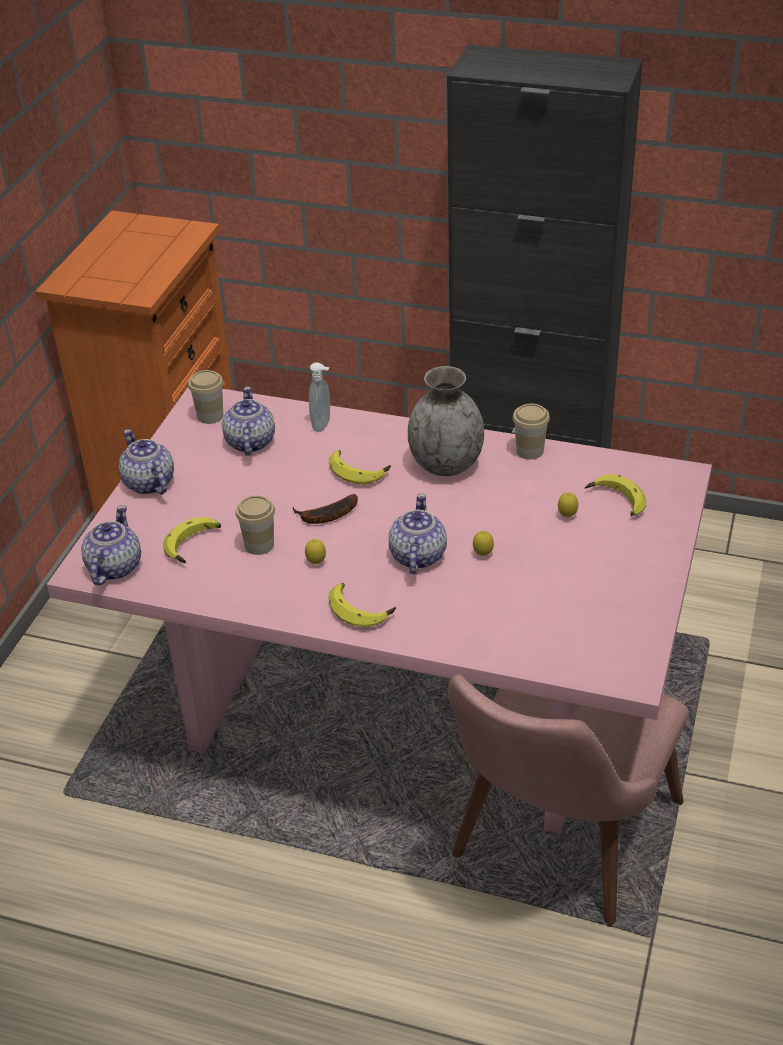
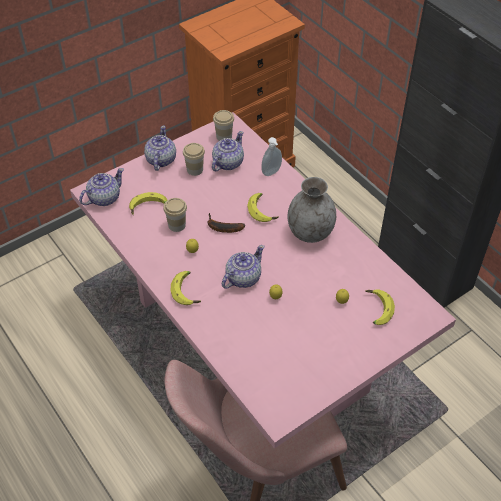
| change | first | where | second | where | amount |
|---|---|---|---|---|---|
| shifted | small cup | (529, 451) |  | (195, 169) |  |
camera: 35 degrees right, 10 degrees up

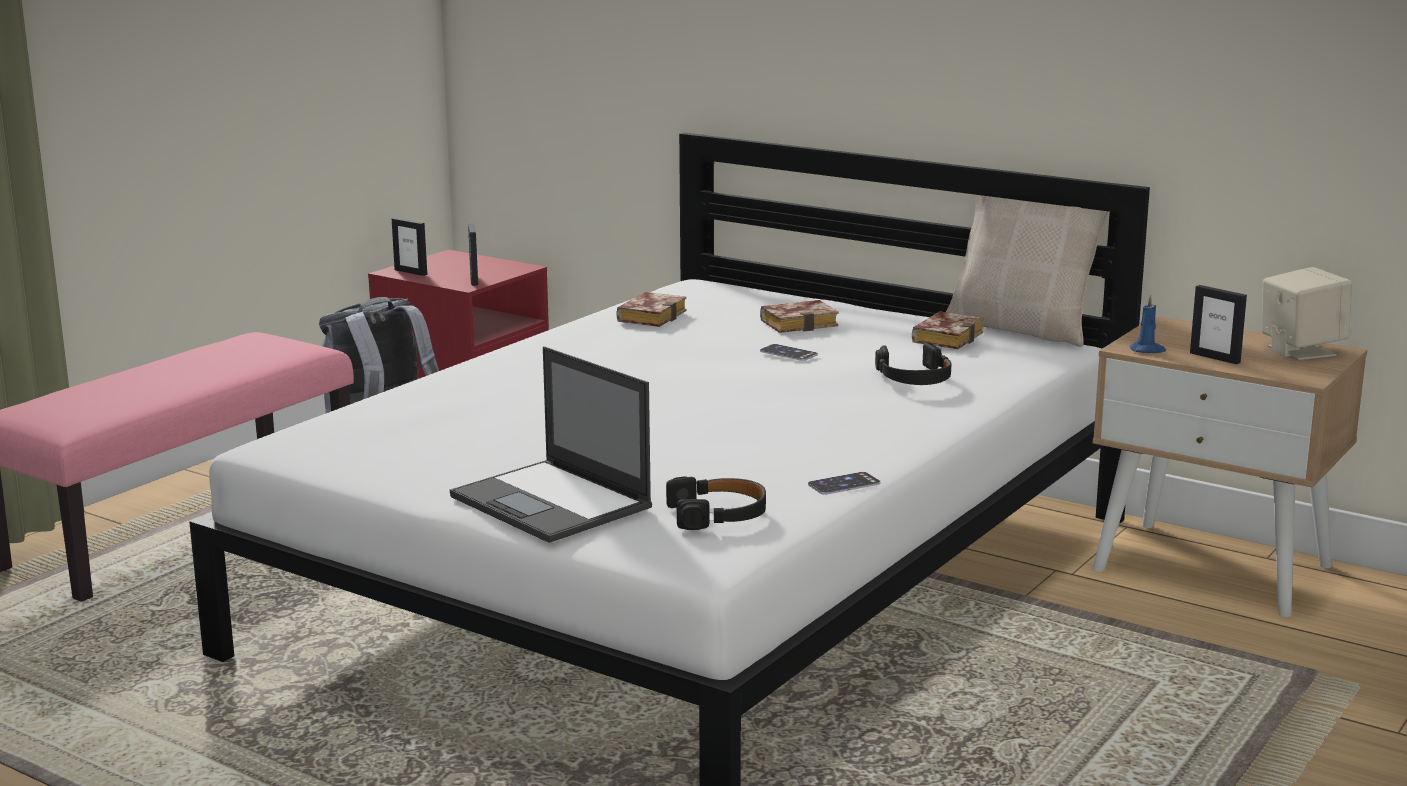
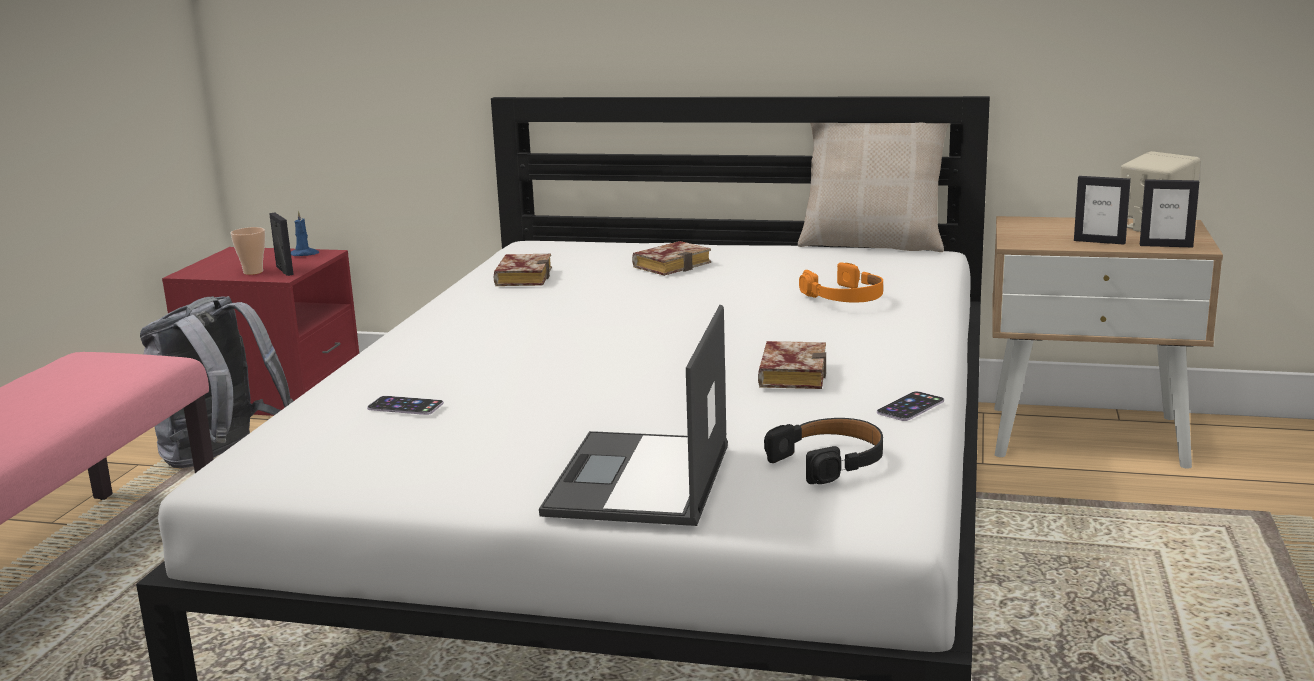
| change | first | where | second | where | amount |
|---|---|---|---|---|---|
| shifted | standing frame | (411, 272) |  | (1166, 245) |  |
| rotated | laptop | (552, 502) |  | (639, 480) | 75 degrees clockwise |
| shifted | telephone | (788, 353) |  | (405, 406) |  |
| repainted | black-coloured headset | (914, 377) | orange headset | (845, 296) |  |
| shifted | book | (946, 337) |  | (790, 373) |  |
| shifted | blue wax candle | (1147, 350) |  | (305, 254) |  |
| new |  |  | small cup | (253, 272) |  |
camera: 20 degrees left, 0 degrees up

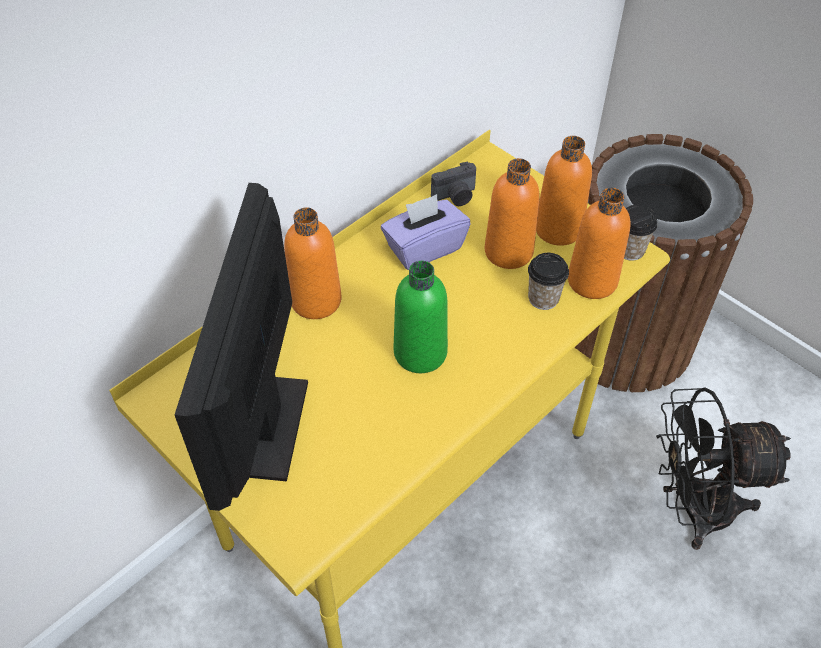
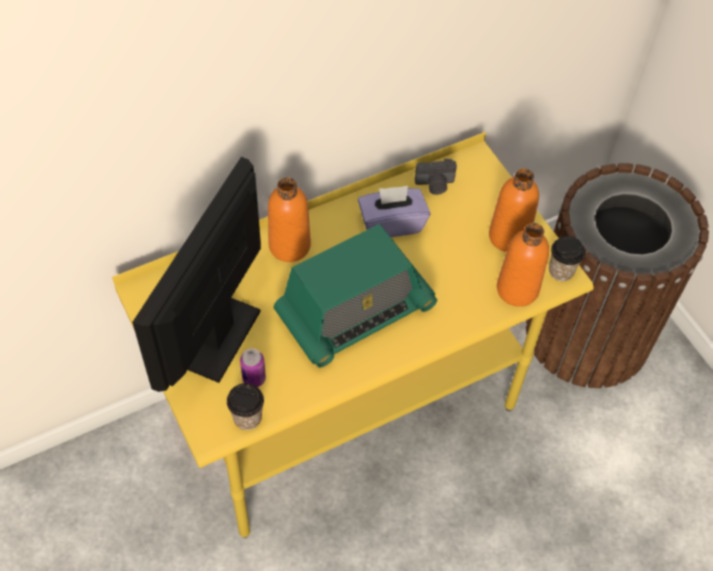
| change | first | where | second | where | amount |
|---|---|---|---|---|---|
| swapped | green drink bottle | (420, 352) | radio | (354, 311) |  |
| gone | orange drink bottle | (508, 252) |  |  |  |
| shifted | small cup | (543, 298) |  | (247, 418) |  |
| gone | black-coloured fan | (692, 509) |  |  |  |
| new |  |  | sealed can | (254, 378) |  |
camera: 15 degrees right, 5 degrees up

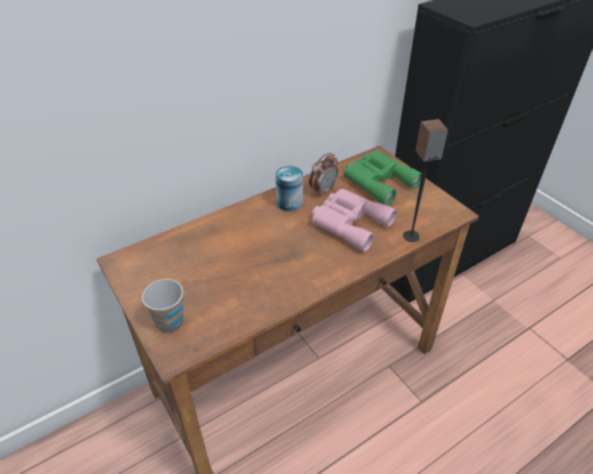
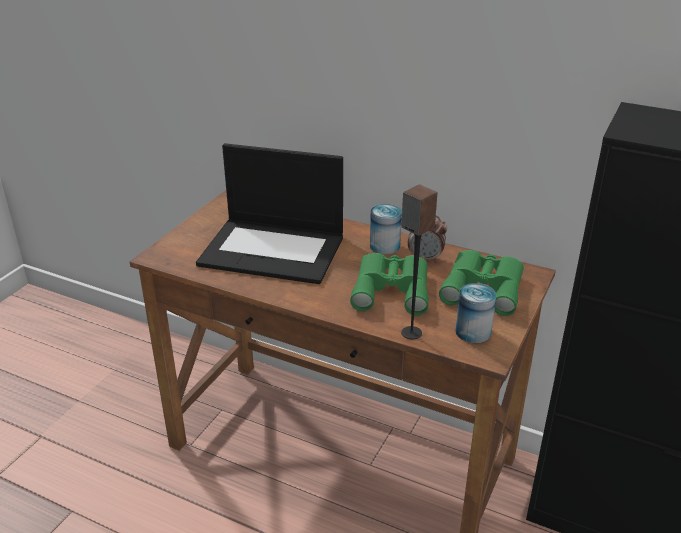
| change | first | where | second | where | amount |
|---|---|---|---|---|---|
| gone | small cup | (170, 323) |  |  |  |
| repainted | pink-coloured pair of binoculars | (349, 222) | green pair of binoculars | (392, 288) |  |
| new |  |  | laptop | (274, 250) |  |
| new |  |  | sealed can | (473, 332) |  |
camera: 60 degrees right, 10 degrees down

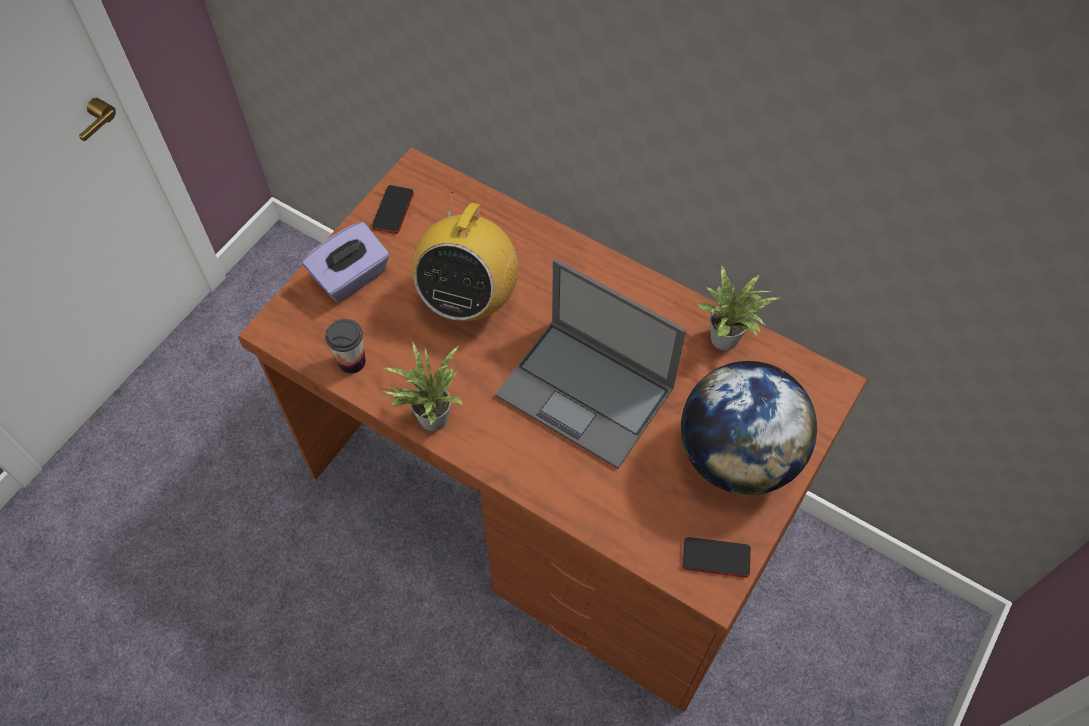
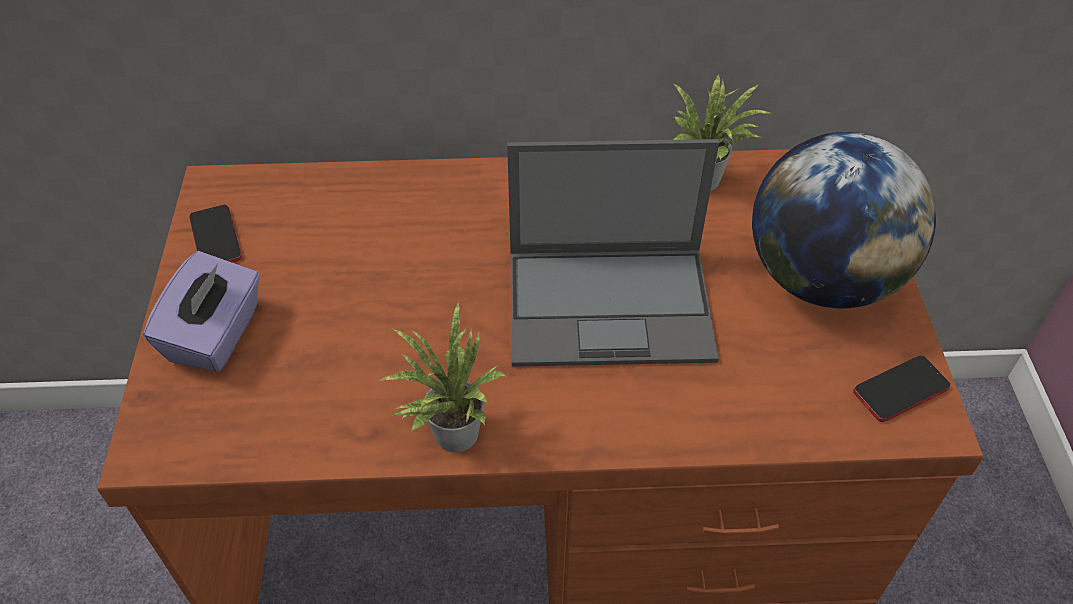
| change | first | where | second | where | amount |
|---|---|---|---|---|---|
| gone | small cup | (352, 362) |  |  |  |
| gone | radio | (468, 299) |  |  |  |
camera: 35 degrees left, 10 degrees down

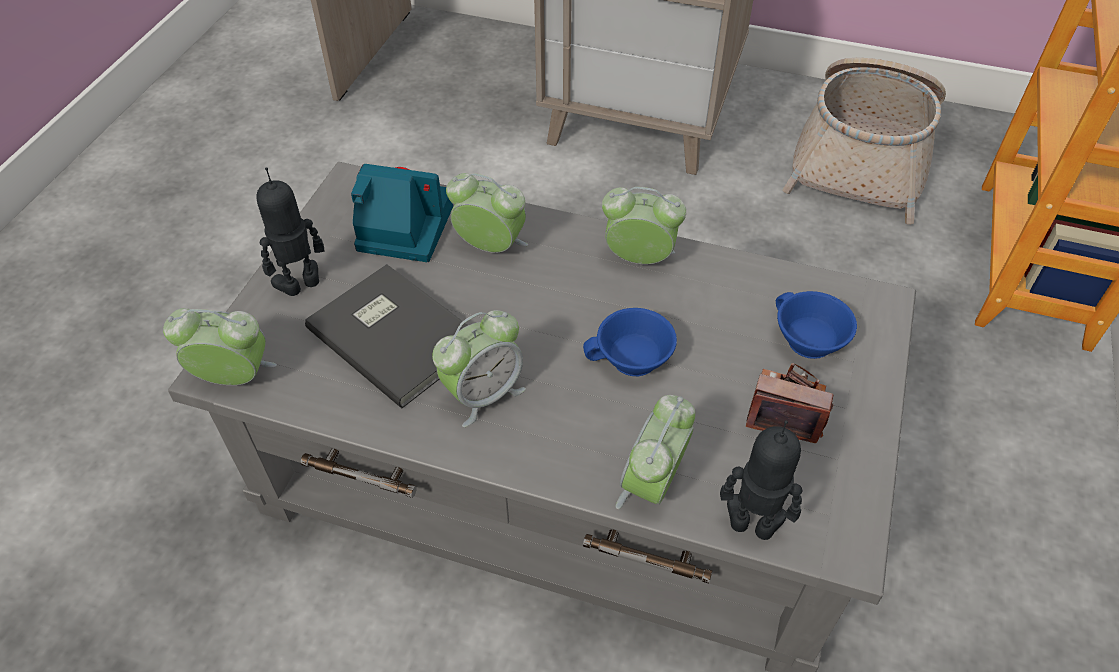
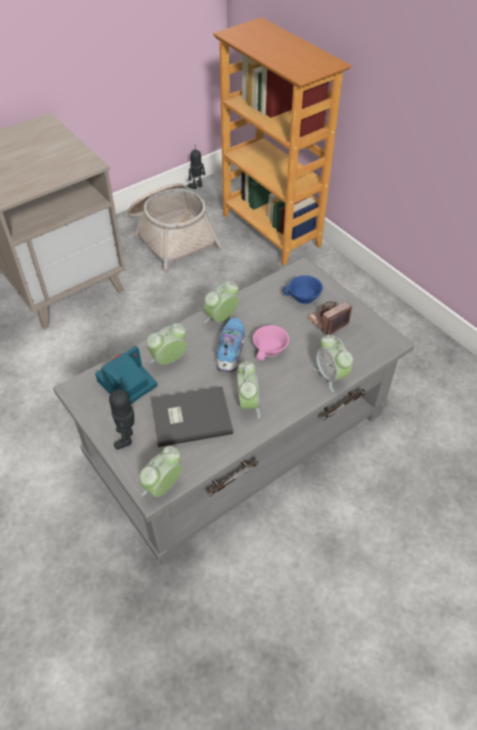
| change | first | where | second | where | amount |
|---|---|---|---|---|---|
| repainted | blue small cup | (632, 361) | pink-coloured small cup | (271, 350) |  |
| shifted | toy robot | (752, 525) |  | (197, 186) |  |
| new |  |  | shoe | (229, 352) |  |
camera: 55 degrees left, 0 degrees up

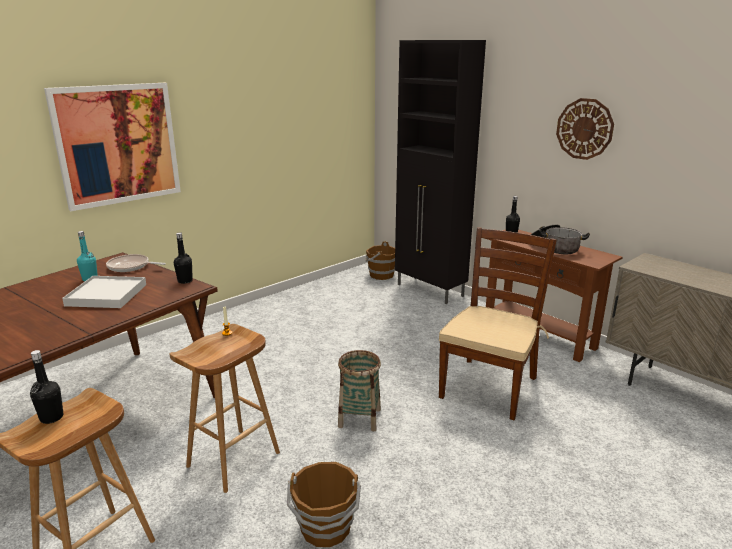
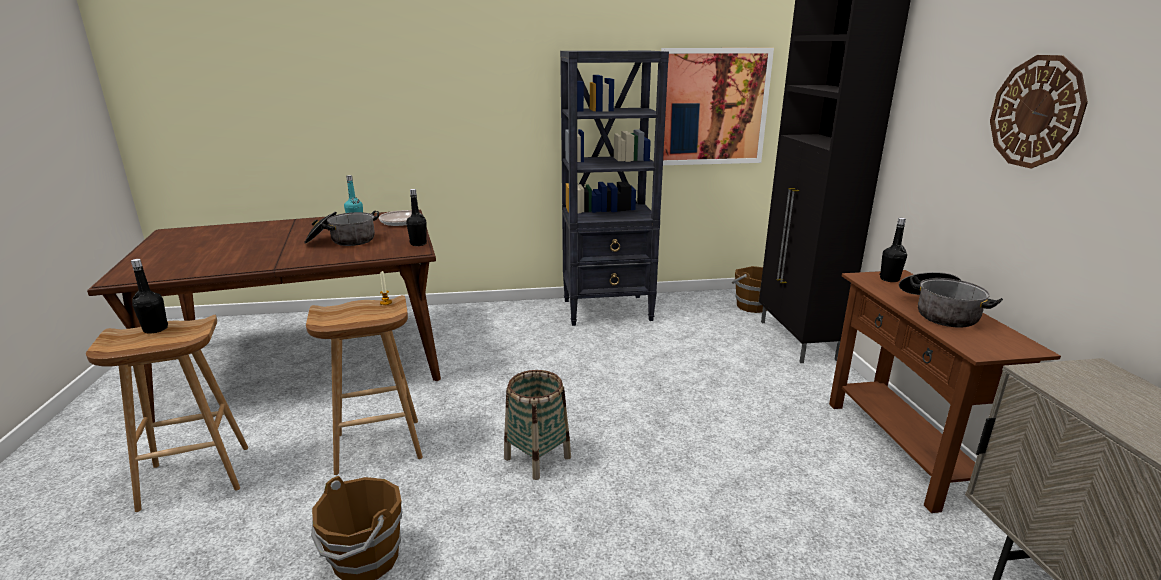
| change | first | where | second | where | amount |
|---|---|---|---|---|---|
| shifted | wall picture | (117, 144) |  | (712, 107) |  |
| swapped | white serving tray | (107, 295) | saucepot | (343, 241) |  |
| gone | brownish upright chair | (489, 386) |  |  |  |
| new |  |  | black-coloured bookshelf | (608, 310) |  |
camera: 35 degrees right, 0 degrees up

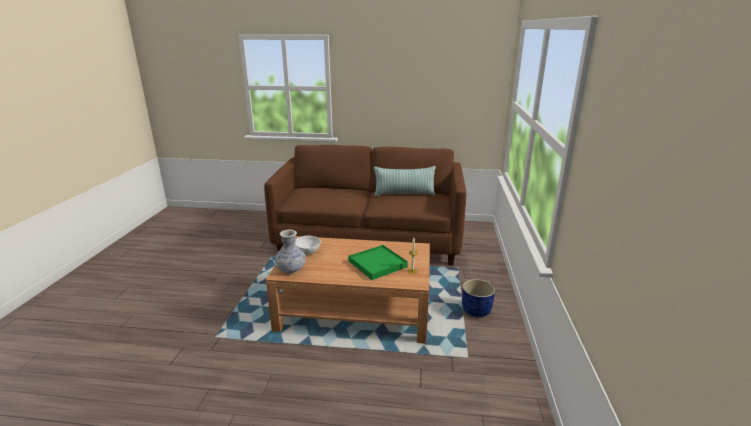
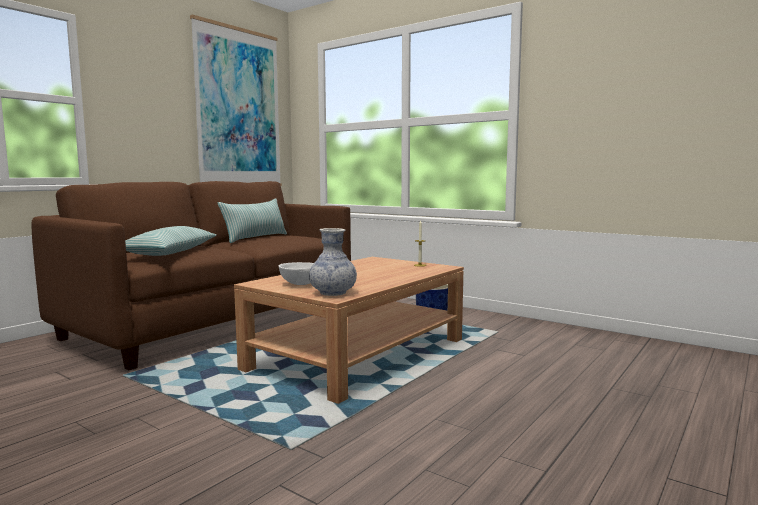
| change | first | where | second | where | amount |
|---|---|---|---|---|---|
| gone | green serving tray | (377, 264) |  |  |  |
| new |  |  | pillow | (170, 252) |  |
| new |  |  | wall picture | (238, 108) |  |
camera: 60 degrees left, 15 degrees down

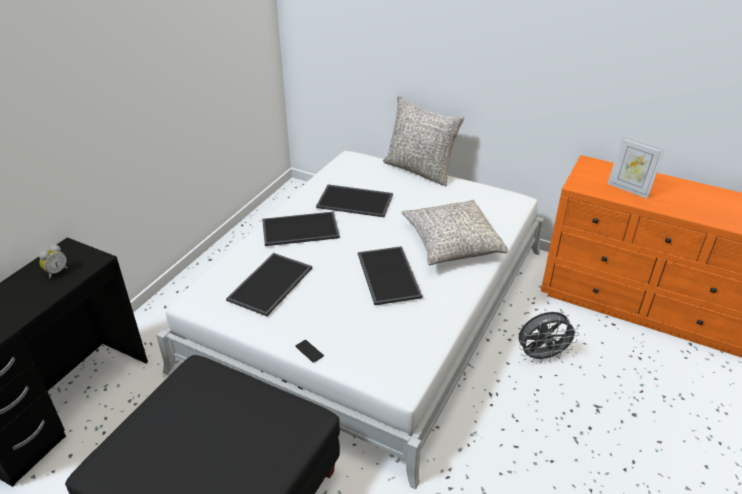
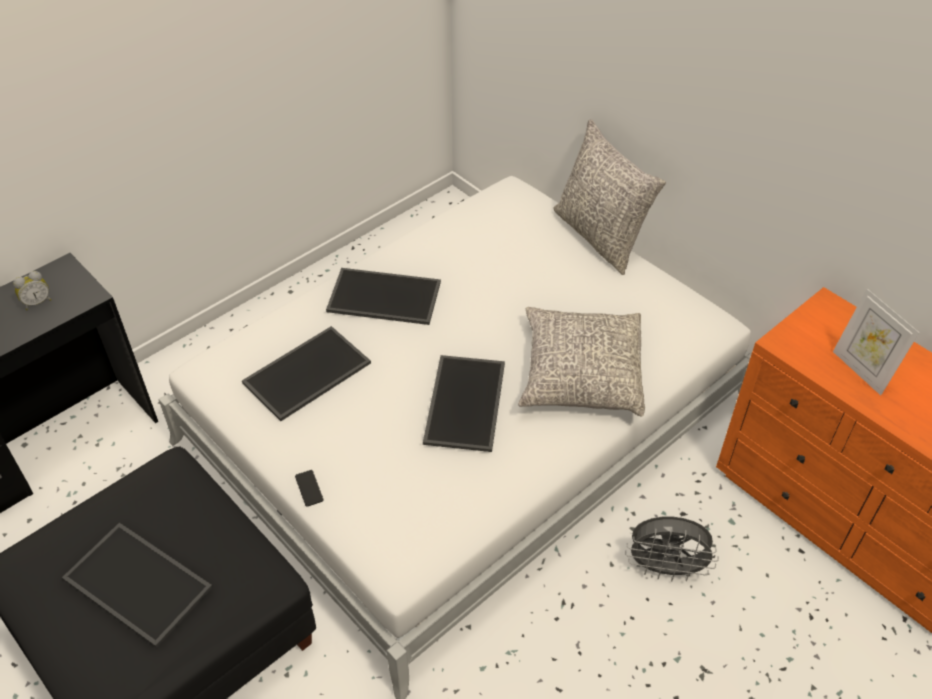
| change | first | where | second | where | amount |
|---|---|---|---|---|---|
| shifted | serving tray | (356, 200) |  | (140, 582) |  |
camera: 20 degrees right, 10 degrees up

